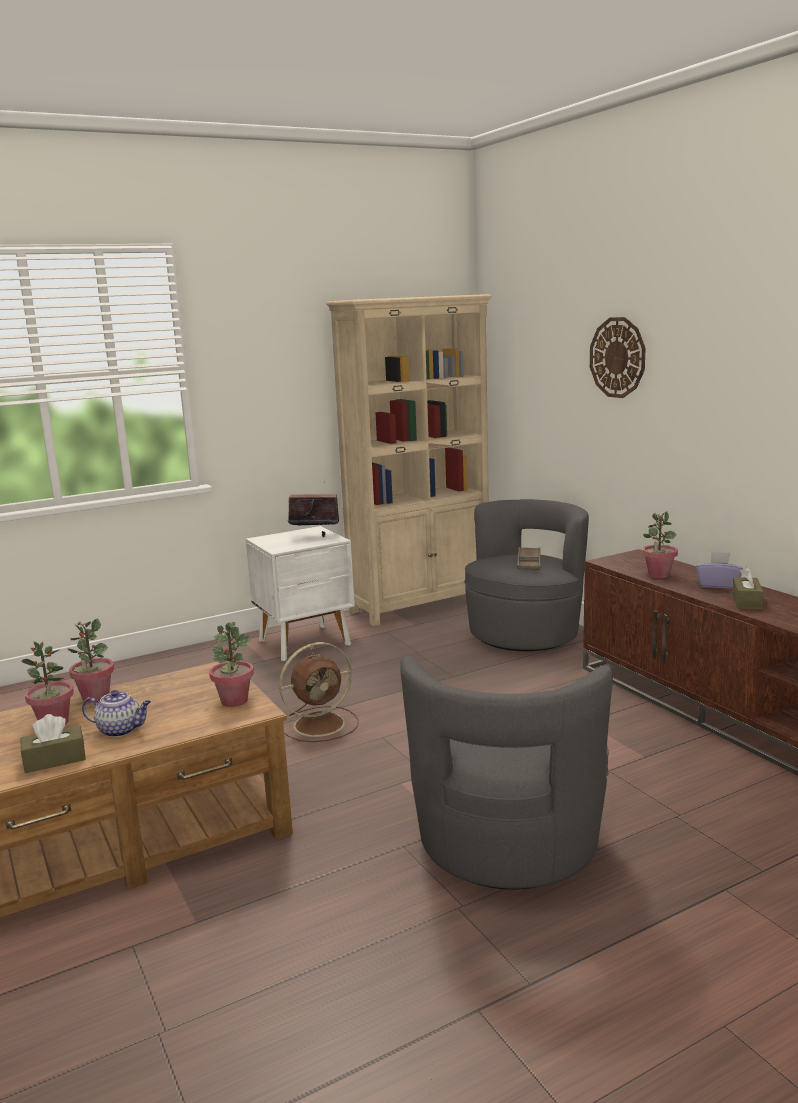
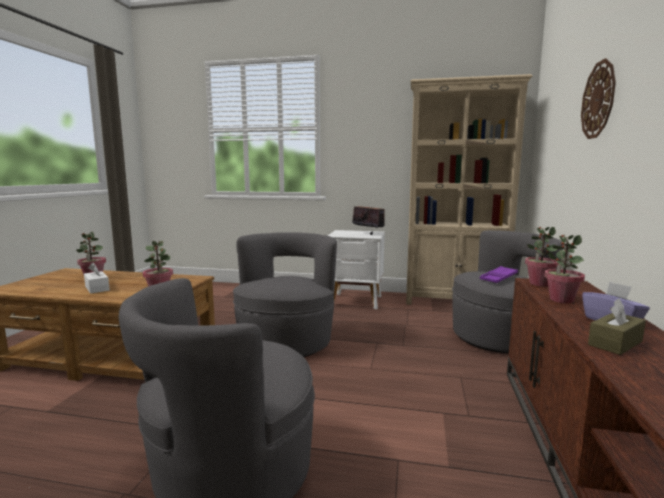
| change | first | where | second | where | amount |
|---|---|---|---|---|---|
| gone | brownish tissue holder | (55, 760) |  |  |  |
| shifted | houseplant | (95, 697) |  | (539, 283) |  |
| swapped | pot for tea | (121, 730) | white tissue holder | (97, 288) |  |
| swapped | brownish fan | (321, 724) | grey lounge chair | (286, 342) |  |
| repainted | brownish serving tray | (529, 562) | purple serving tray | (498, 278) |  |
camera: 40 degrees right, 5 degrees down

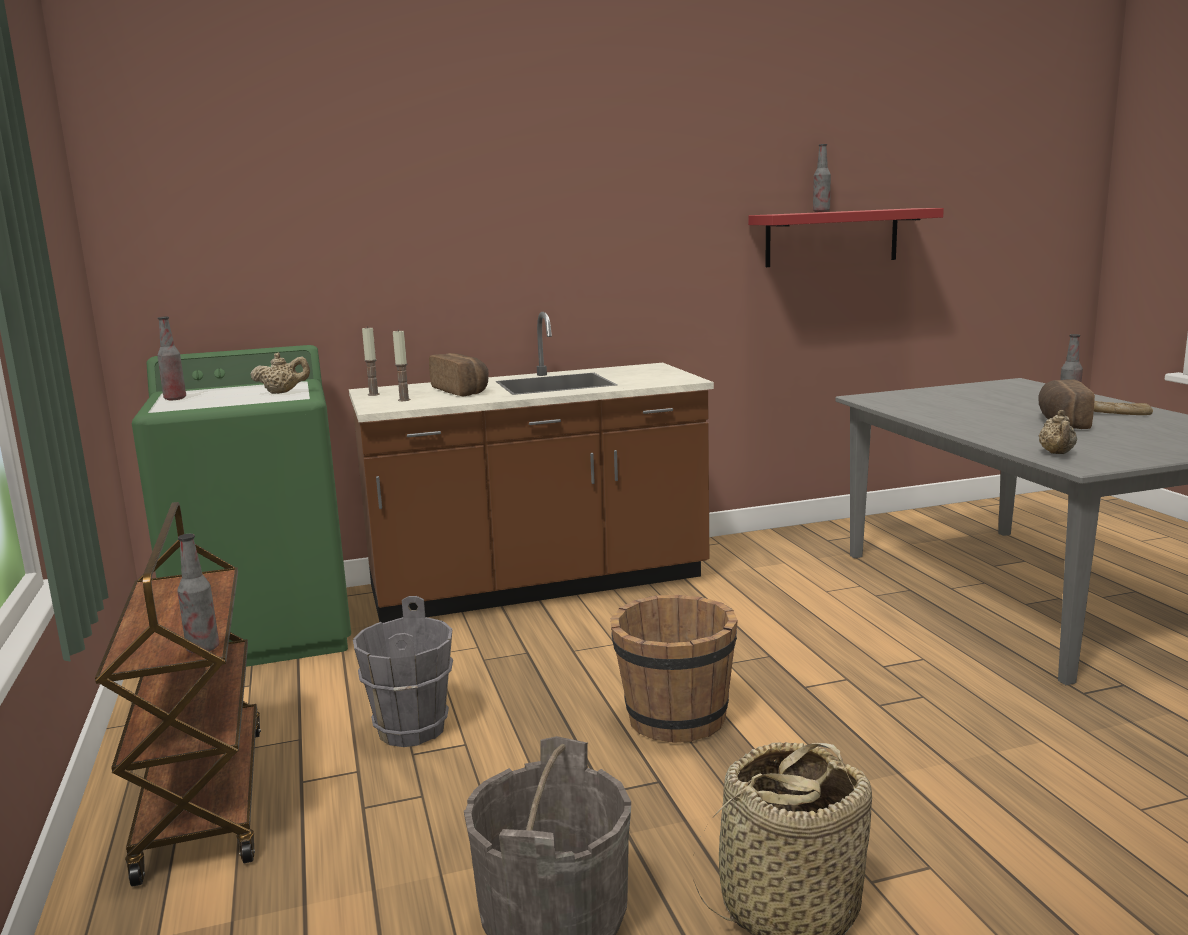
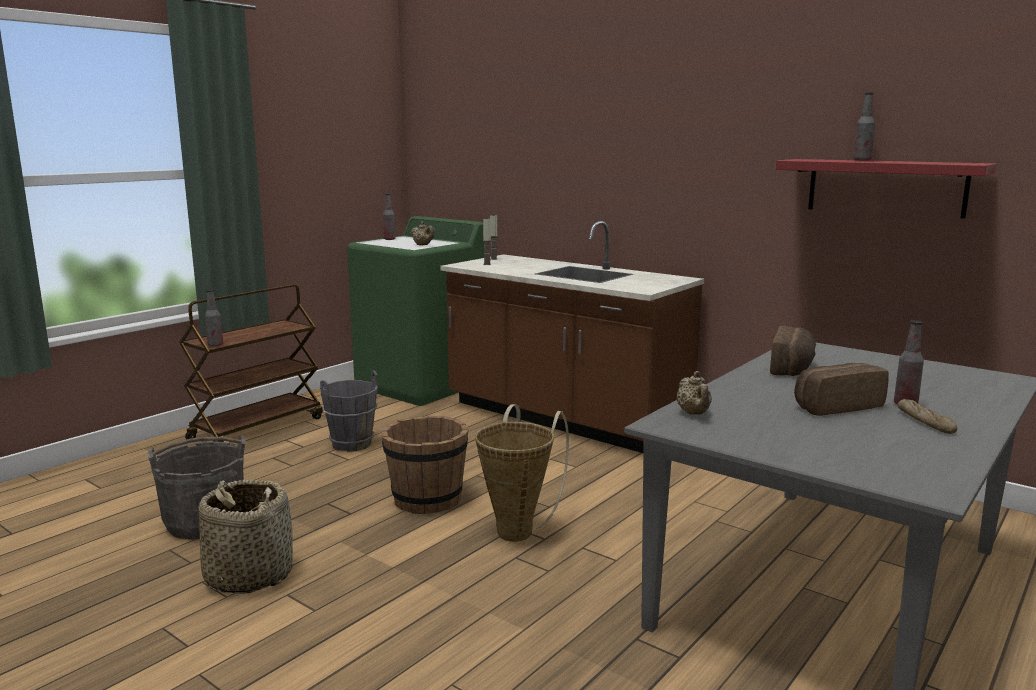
| change | first | where | second | where | amount |
|---|---|---|---|---|---|
| shifted | bakery bread | (462, 390) |  | (793, 368) |  |
| rotated | sand-coloured pot for tea | (1057, 453) |  | (694, 413) | 75 degrees counterclockwise |
| new |  |  | basket | (519, 529) |  |
camera: 55 degrees right, 0 degrees up

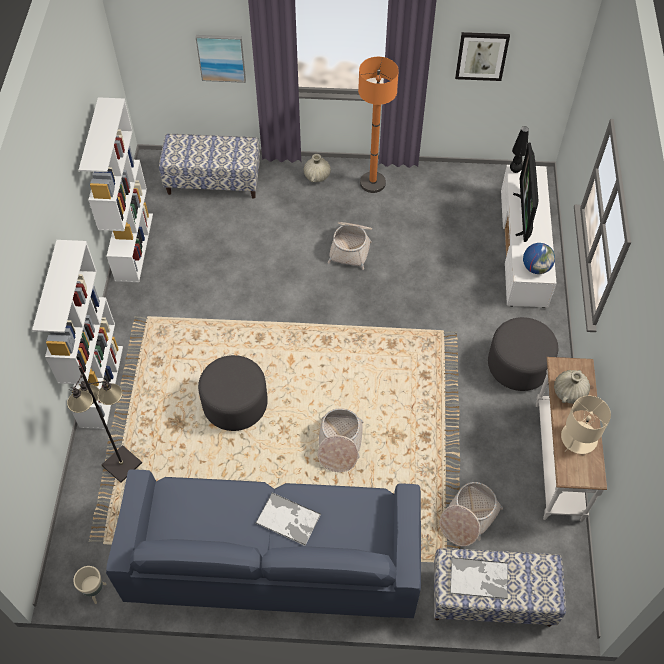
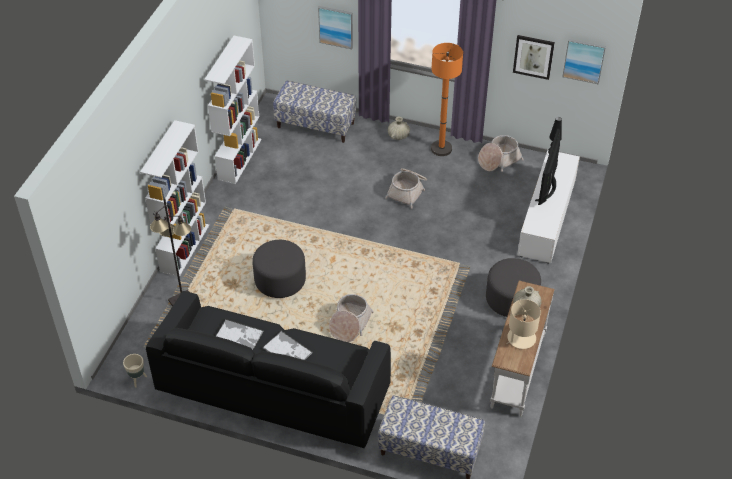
| change | first | where | second | where | amount |
|---|---|---|---|---|---|
| repainted | blue couch | (273, 558) | black-coloured couch | (273, 387) |  |
| shifted | basket | (468, 517) |  | (498, 160) |  |
| shifted | serving tray | (479, 578) |  | (239, 336) |  |
| gone | globe | (536, 267) |  |  |  |
| new |  |  | wall picture | (584, 60) |  |
camera: 15 degrees right, 10 degrees down

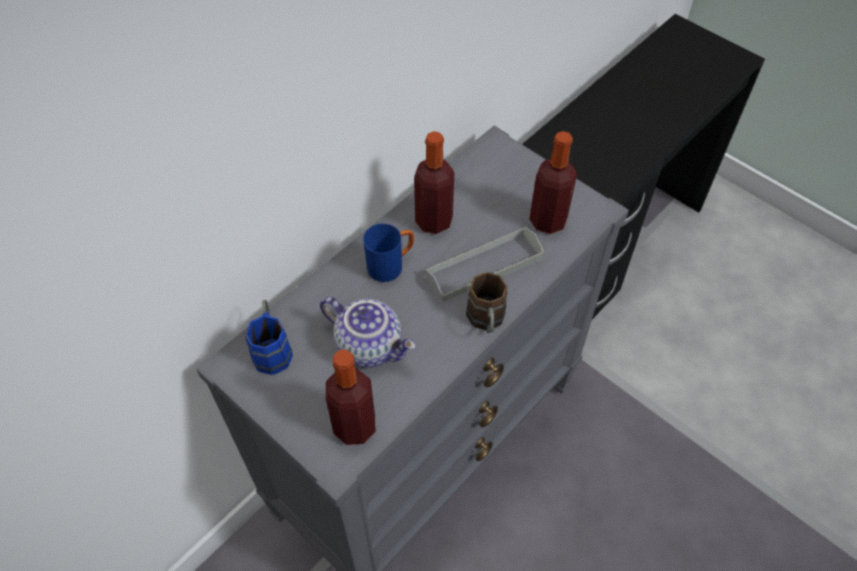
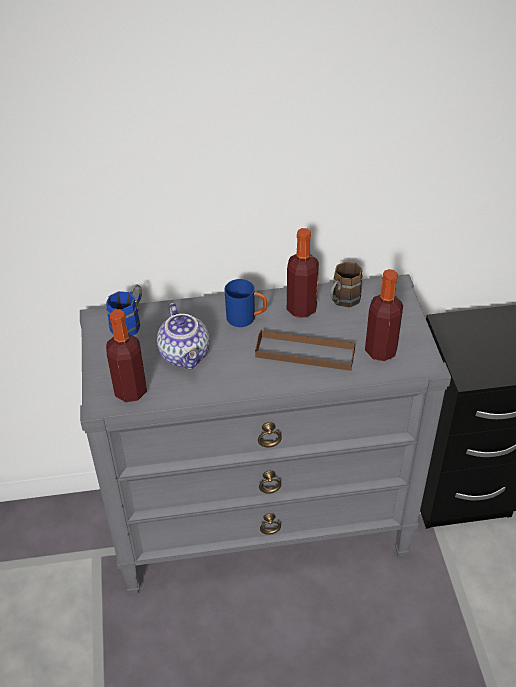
| change | first | where | second | where | amount |
|---|---|---|---|---|---|
| repainted | grey serving tray | (484, 267) | brownish serving tray | (305, 353) |  |
| shifted | brownish mug | (486, 322) |  | (342, 301) |  |
camera: 40 degrees right, 10 degrees down

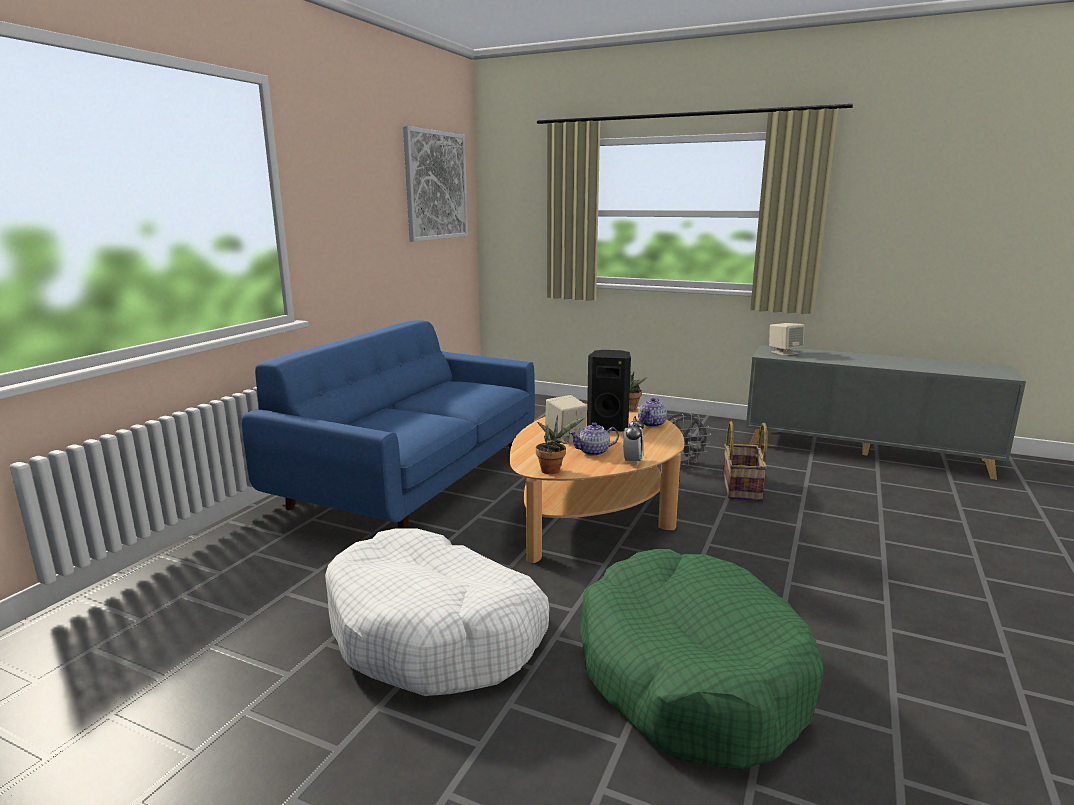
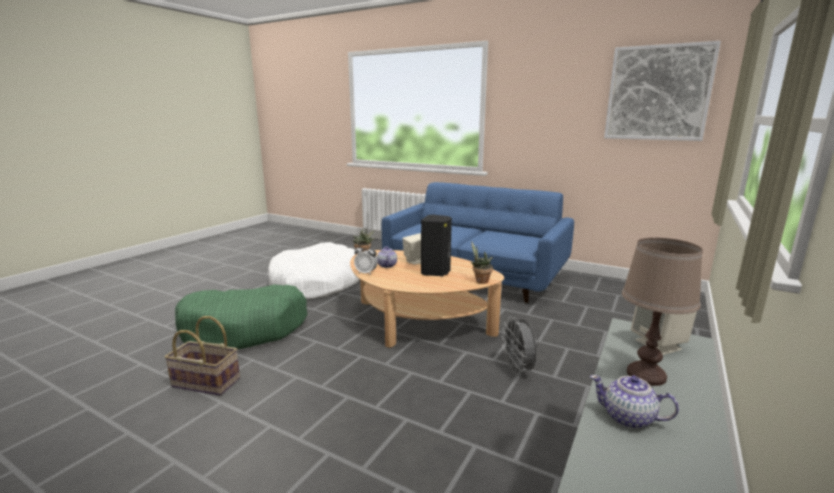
| change | first | where | second | where | amount |
|---|---|---|---|---|---|
| shifted | pot for tea | (652, 424) |  | (629, 418) |  |
| shifted | basket | (742, 488) |  | (205, 383) |  |
| new |  |  | brownish lamp for a table | (645, 375) |  |
camera: 95 degrees right, 0 degrees up

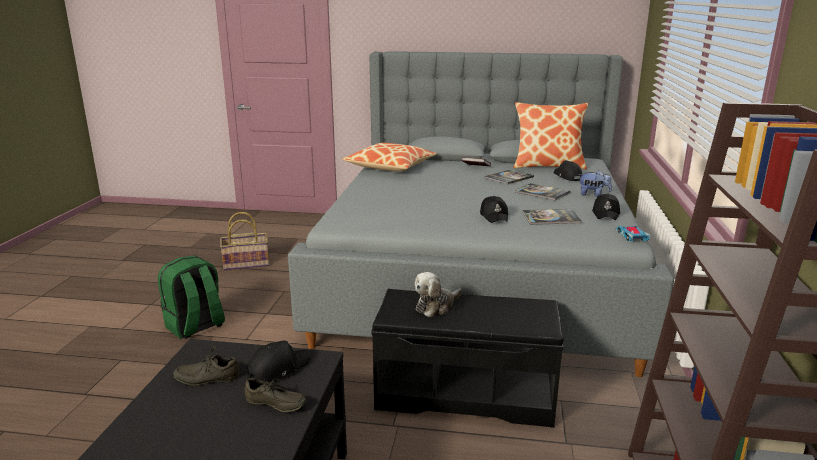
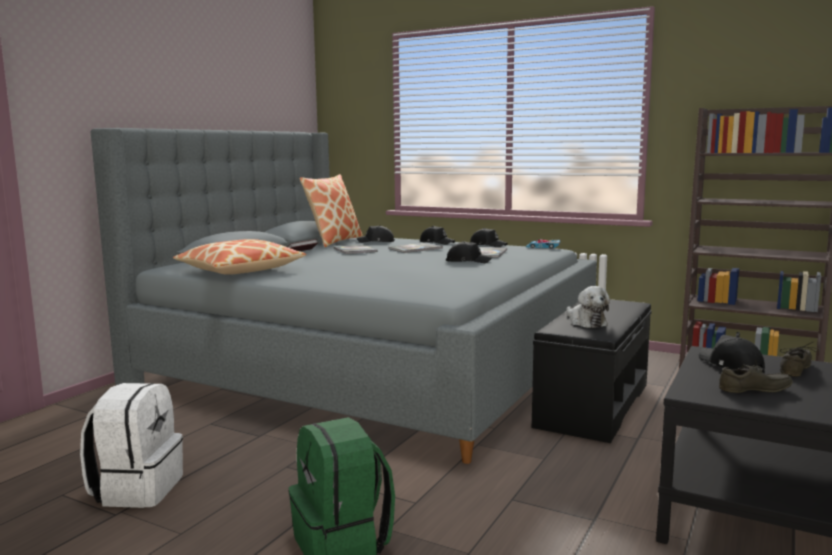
| change | first | where | second | where | amount |
|---|---|---|---|---|---|
| rotated | grey shoe | (207, 377) |  | (756, 390) | 105 degrees counterclockwise |
| swapped | basket | (246, 263) | white backpack | (137, 489) |  |
| swapped | cuddly toy | (593, 194) | black-coloured cap | (437, 242) |  |
camera: 70 degrees left, 10 degrees down

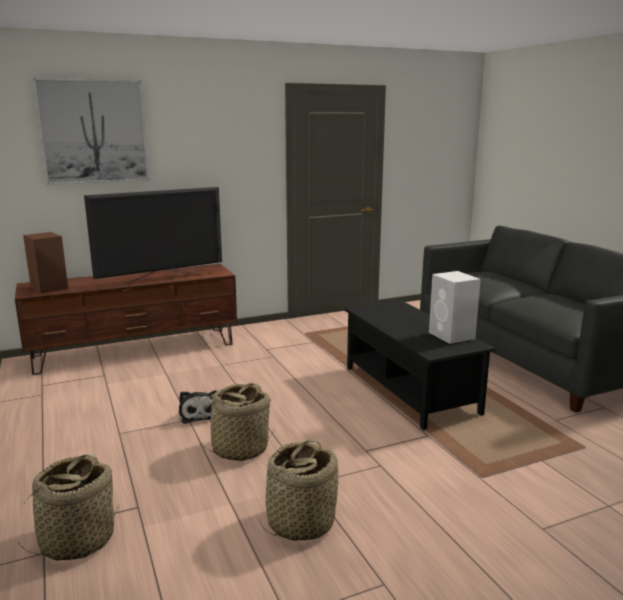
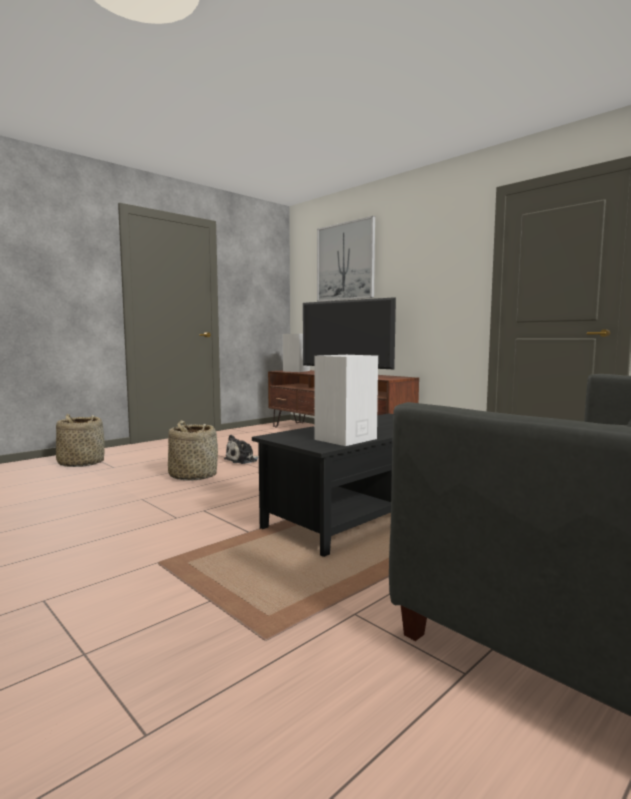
| change | first | where | second | where | amount |
|---|---|---|---|---|---|
| repainted | brownish speaker | (49, 287) | white speaker | (296, 371) |  |
| gone | basket | (300, 522) |  |  |  |
camera: 70 degrees right, 10 degrees down

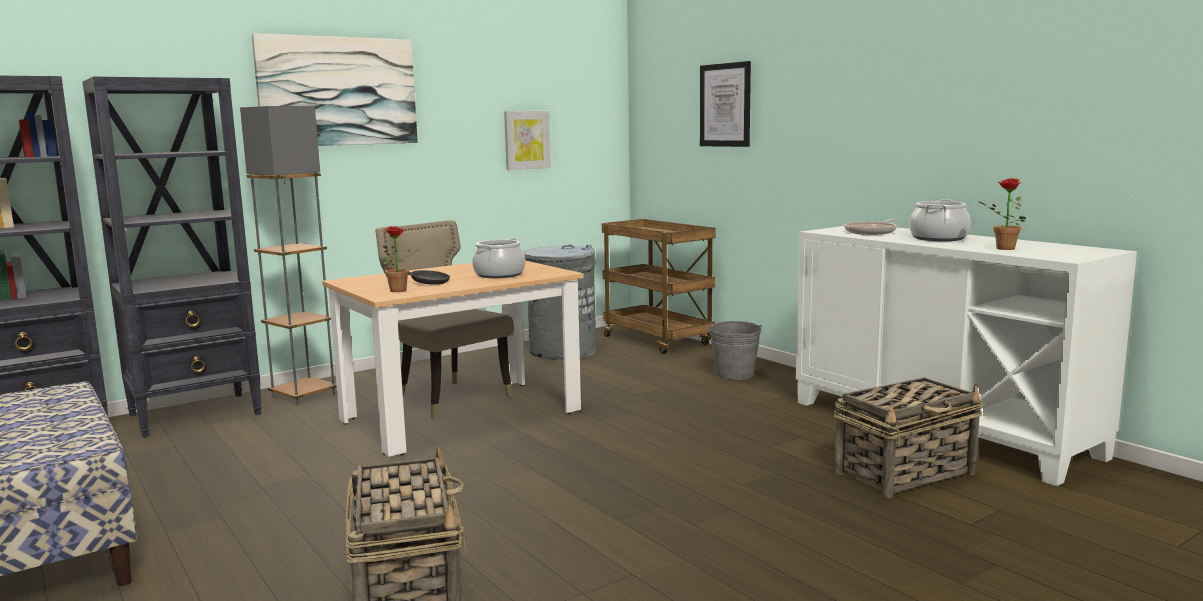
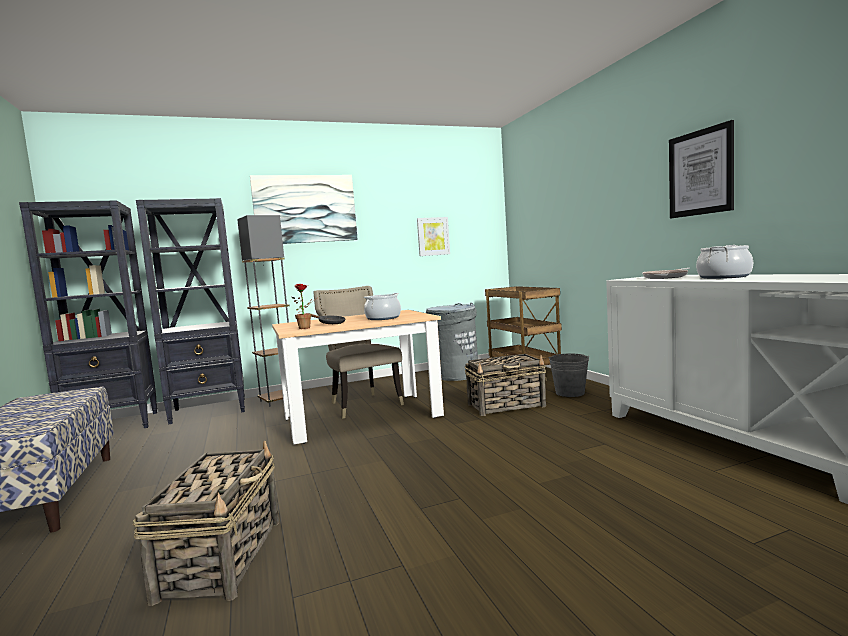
| change | first | where | second | where | amount |
|---|---|---|---|---|---|
| shifted | wall picture | (725, 105) |  | (700, 172) |  |
| shifted | basket | (905, 472) |  | (507, 405) |  |
| gone | houseplant | (1001, 248) |  |  |  |
camera: 15 degrees right, 5 degrees down

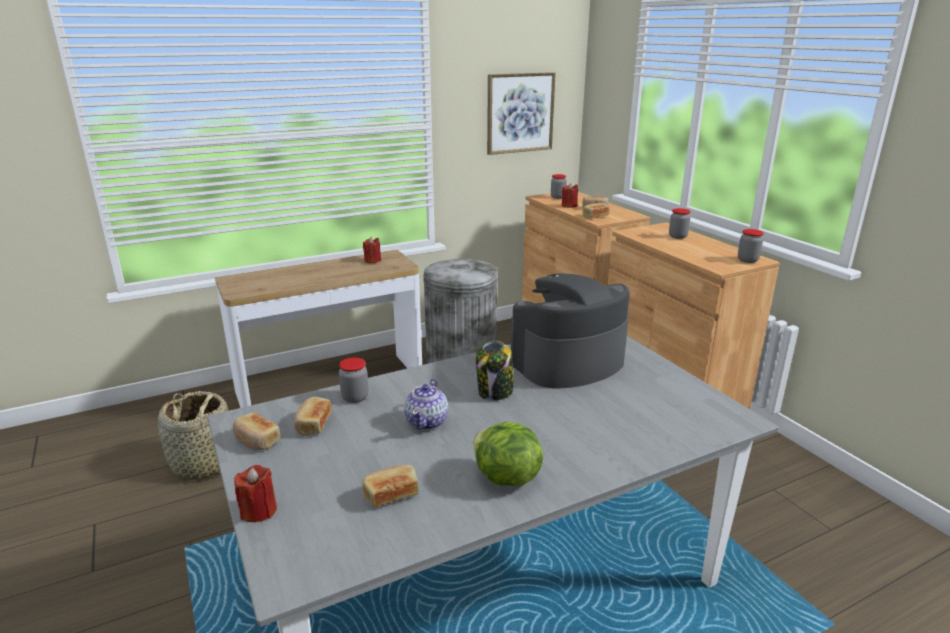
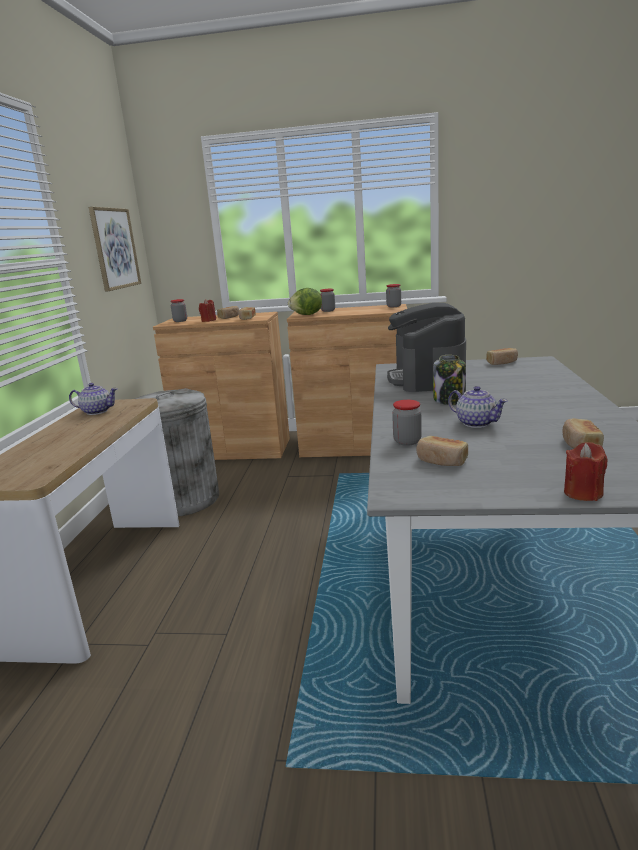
| change | first | where | second | where | amount |
|---|---|---|---|---|---|
| gone | basket | (205, 464) |  |  |  |
| shifted | bakery bread | (256, 441) |  | (502, 362) |  |
| swapped | reddish wax candle | (372, 260) | pot for tea | (97, 411) |  |
| shifted | lettuce | (505, 478) |  | (307, 315) |  |
camera: 55 degrees left, 5 degrees down

